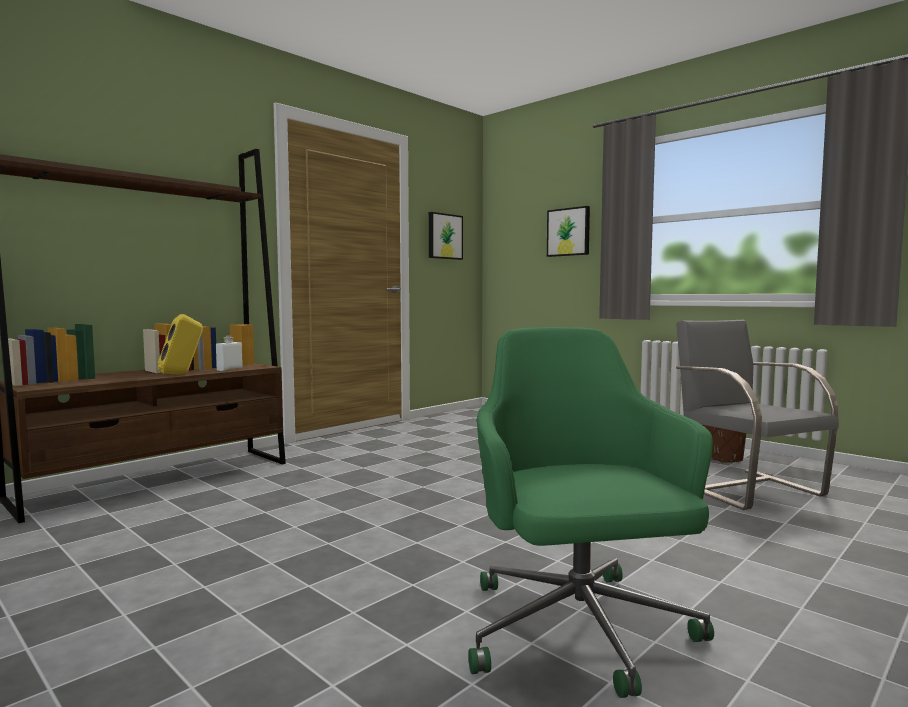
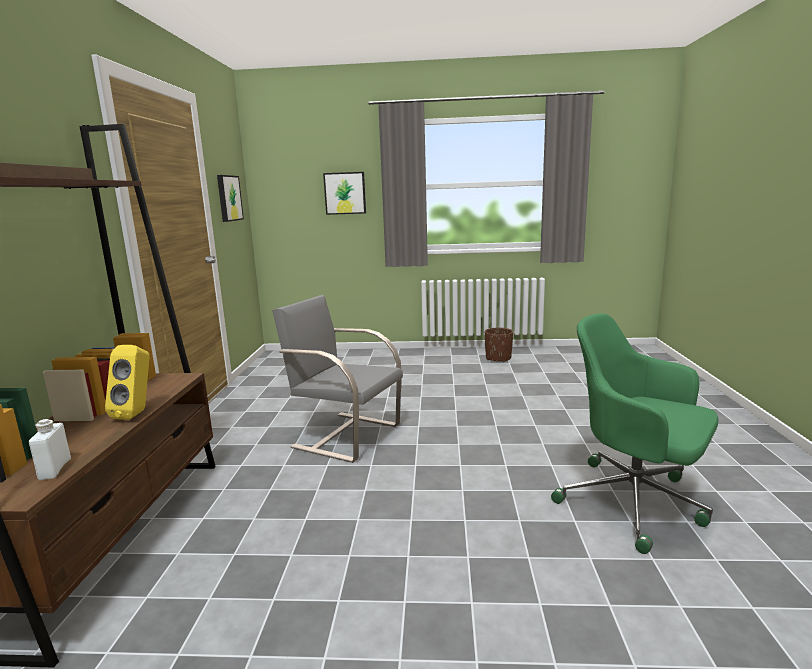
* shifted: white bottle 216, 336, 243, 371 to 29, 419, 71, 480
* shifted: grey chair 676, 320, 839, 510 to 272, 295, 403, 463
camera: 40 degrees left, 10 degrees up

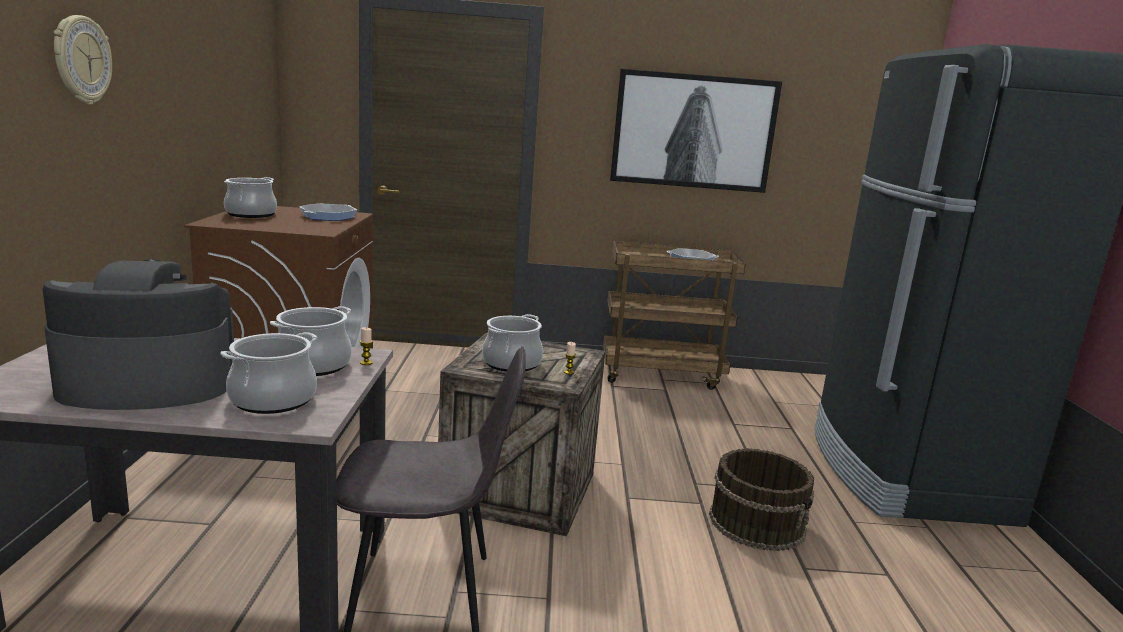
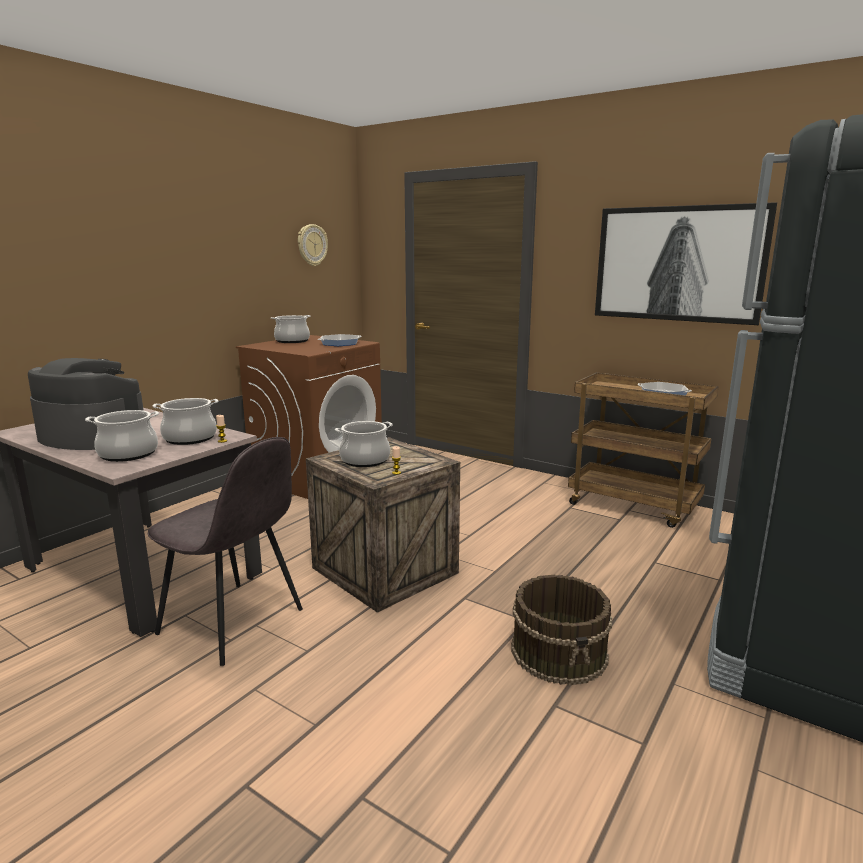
* shifted: wall clock 54, 15, 112, 105 to 298, 224, 328, 266
camera: 35 degrees right, 0 degrees up

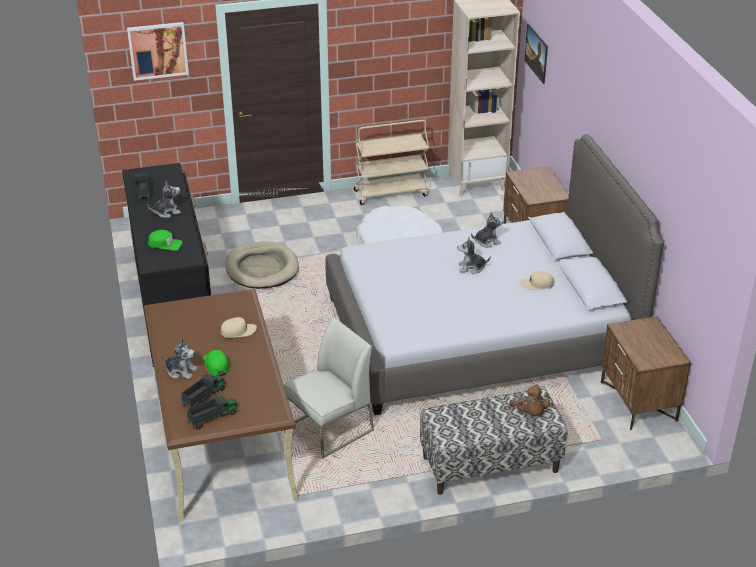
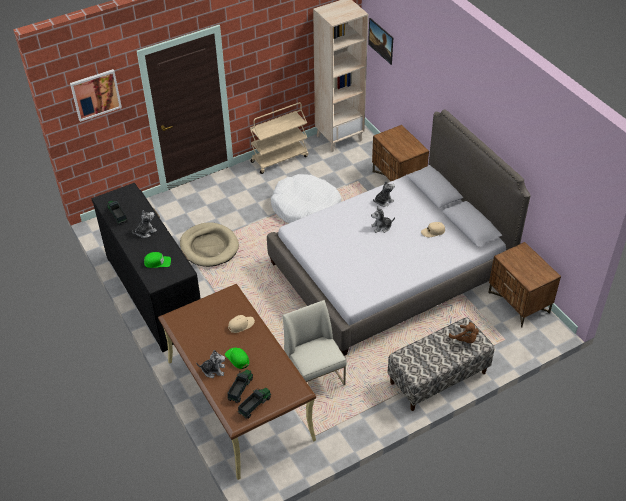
* rotated: white chair 284, 317, 374, 459 = 283, 300, 347, 385 60 degrees counterclockwise
camera: 15 degrees left, 10 degrees up

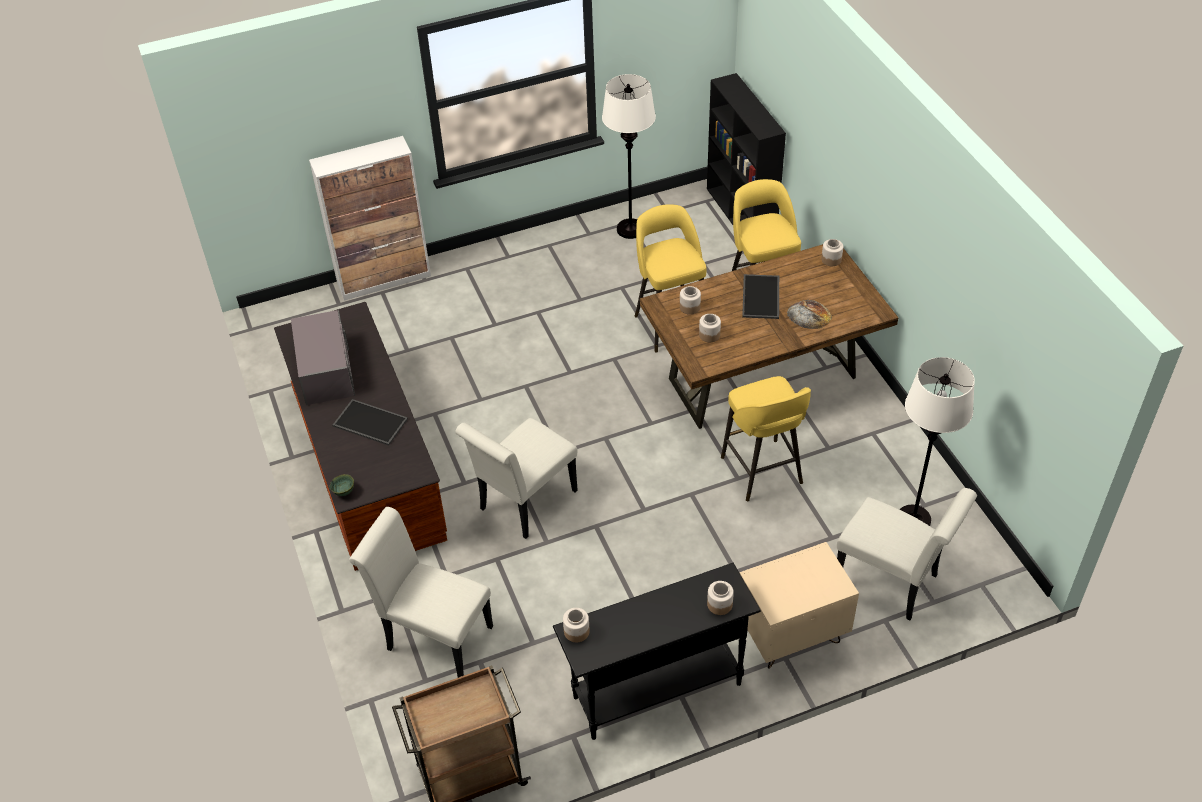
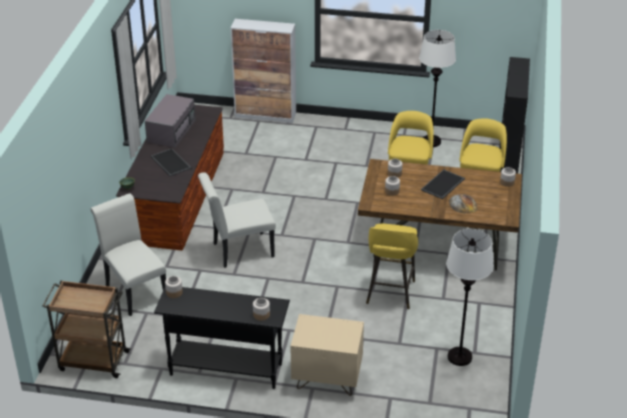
* gone: white chair 837, 488, 977, 620
camera: 30 degrees right, 10 degrees down

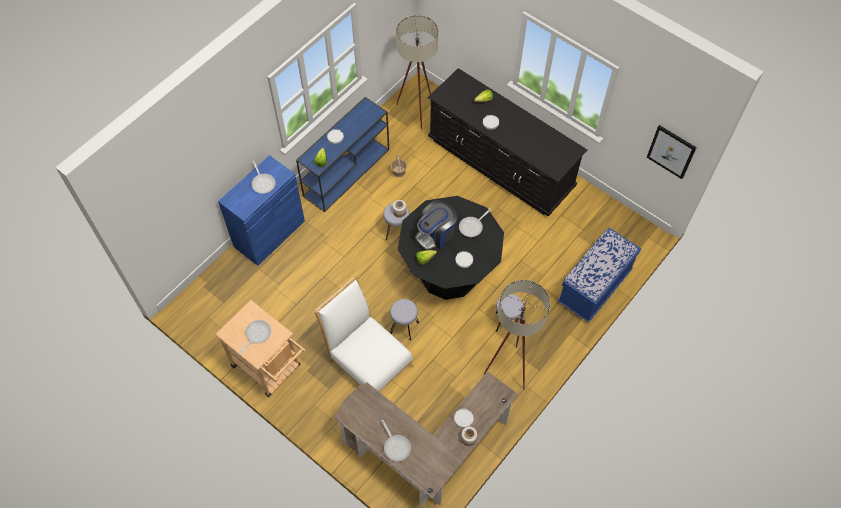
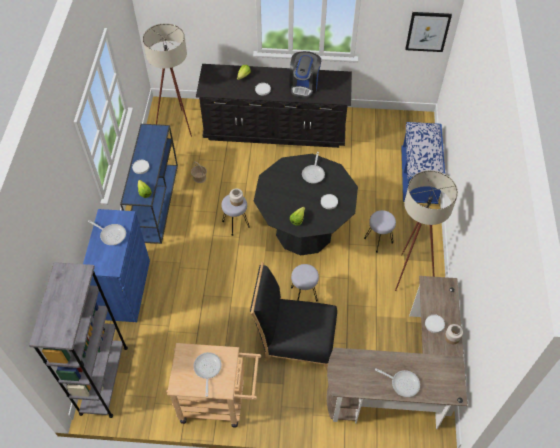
* repainted: white chair 314, 277, 413, 392 to black chair 250, 262, 337, 370
* shifted: coffee machine 415, 200, 457, 250 to 289, 51, 321, 98
* new: grey bookcase 29, 262, 128, 418
camera: 35 degrees left, 5 degrees down

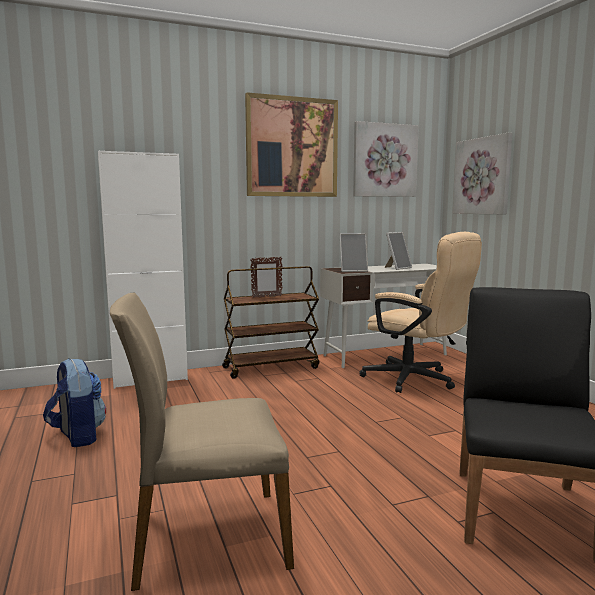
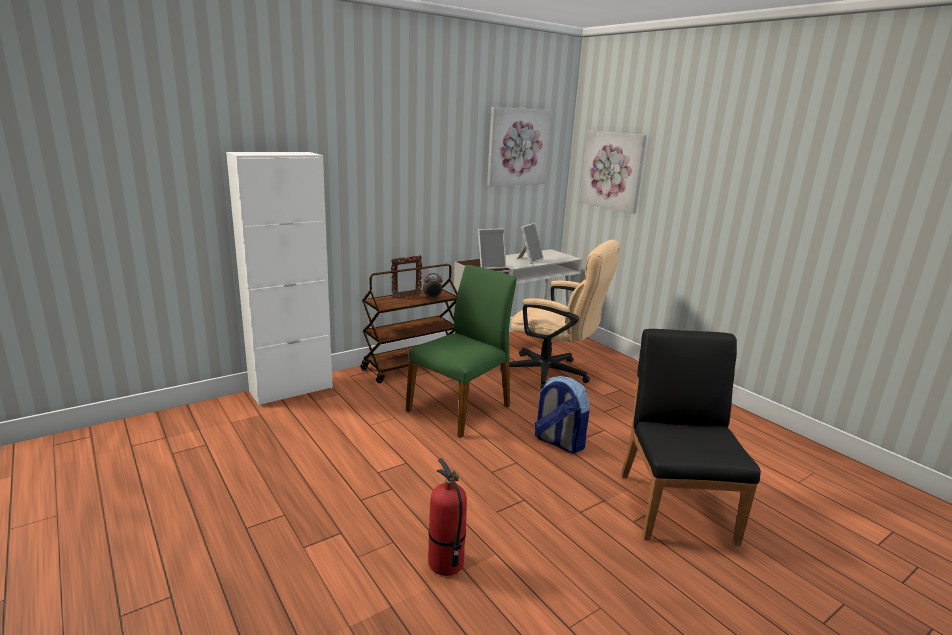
* shifted: backpack 43, 358, 106, 447 to 534, 376, 589, 454
* swapped: beige chair 110, 293, 294, 591 to fire extinguisher 429, 458, 467, 576
* gone: picture 245, 92, 338, 197
* new: green chair 406, 265, 516, 438
* new: alarm clock 423, 273, 442, 300
camera: 15 degrees left, 10 degrees up

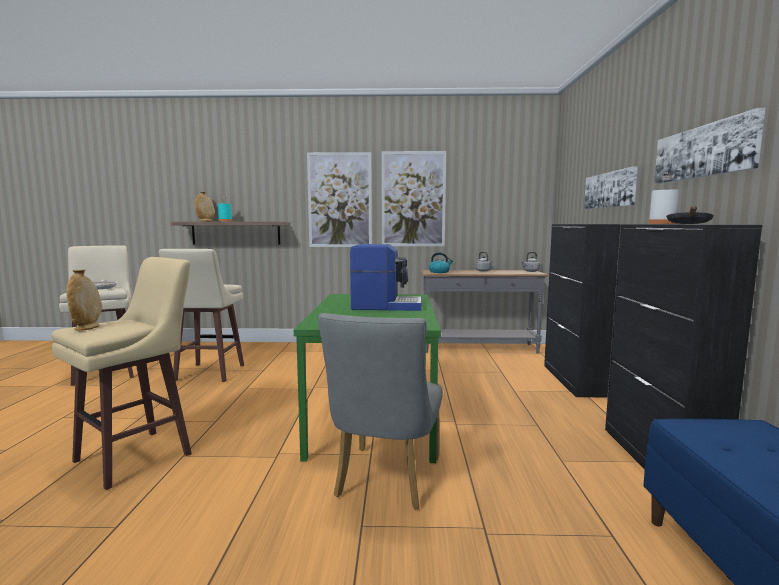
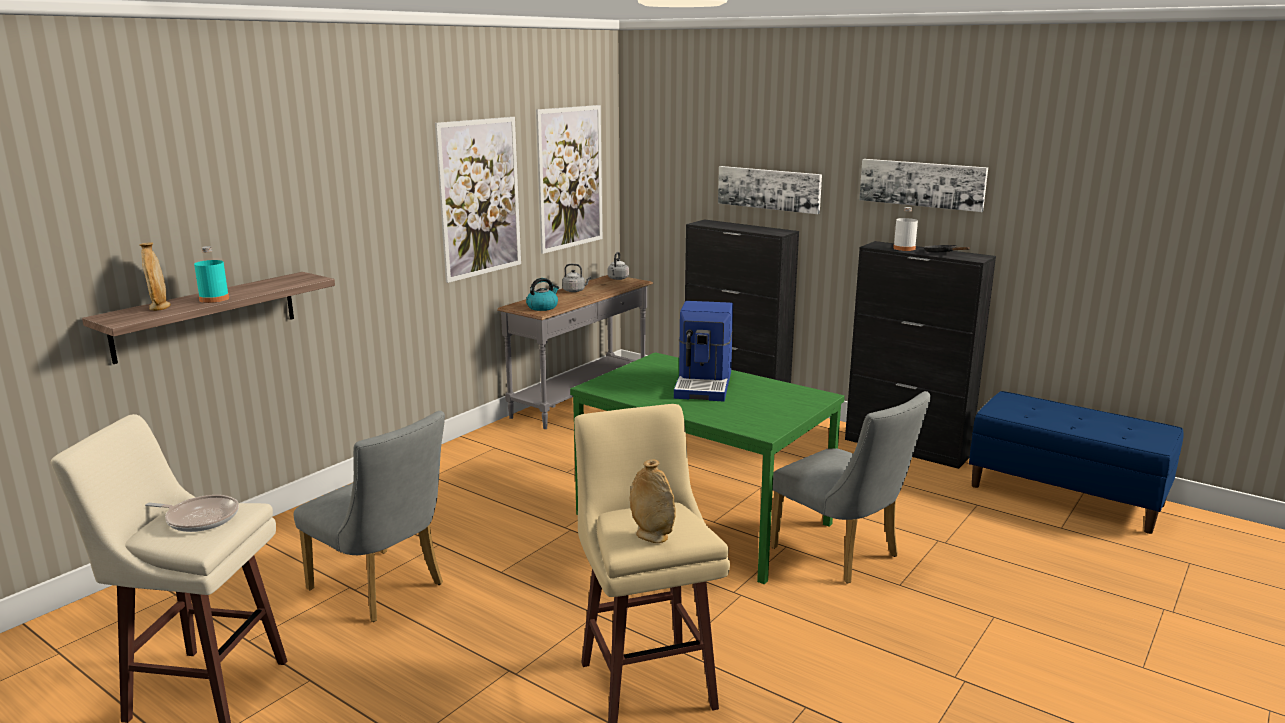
* swapped: beige stool 159, 249, 244, 382 to grey chair 294, 411, 445, 622
* shifted: picture 307, 152, 372, 247 to 536, 105, 602, 254
* rotated: coffee machine 350, 244, 422, 311 = 674, 301, 733, 402 150 degrees clockwise
camera: 55 degrees left, 10 degrees up

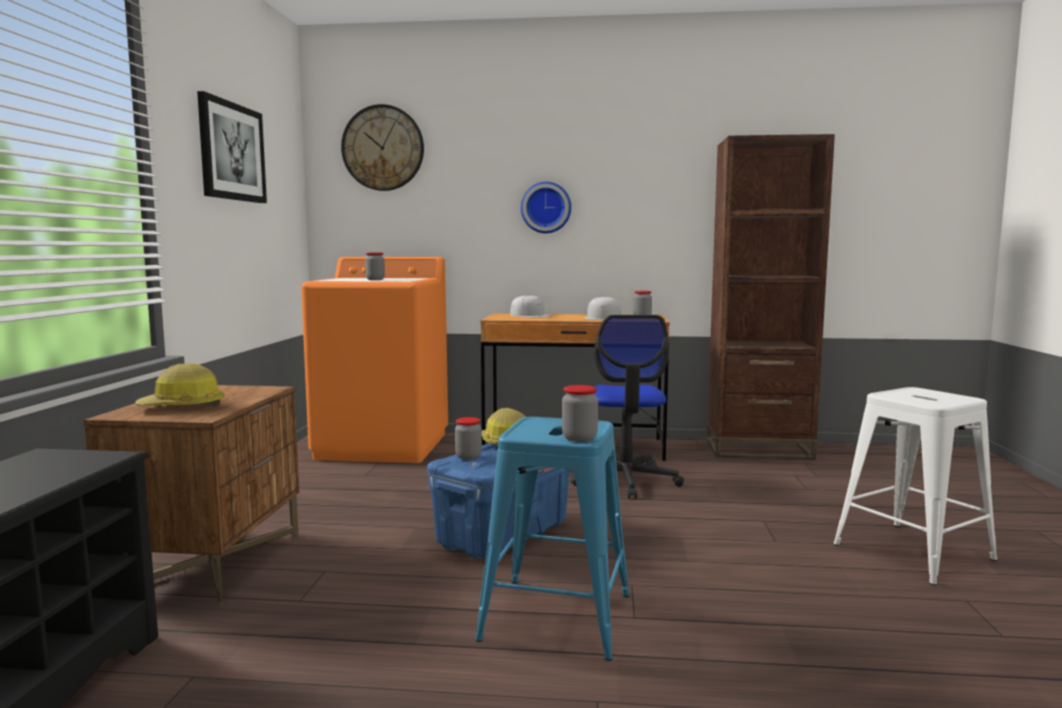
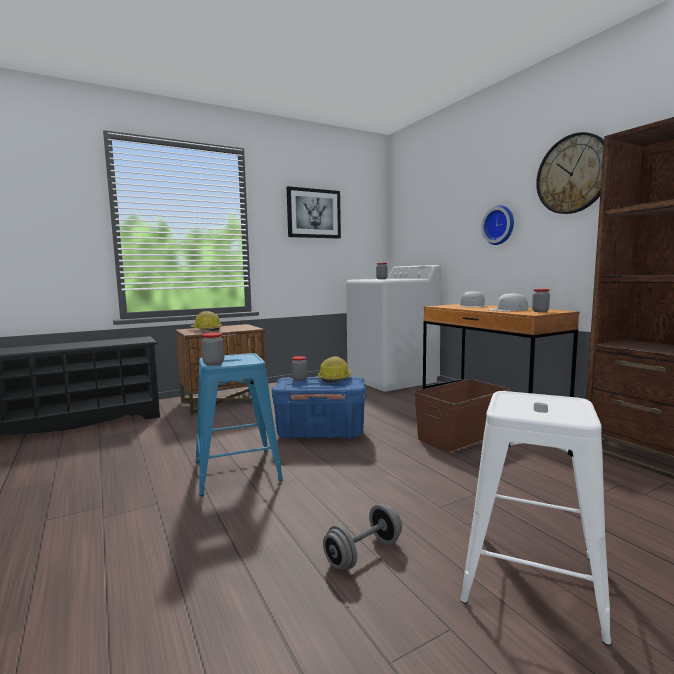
* repainted: orange washing machine 301, 257, 448, 463 to white washing machine 346, 265, 441, 392
* shifted: wall clock 341, 104, 424, 191 to 536, 132, 604, 214
* swapped: office chair 571, 315, 684, 498 to brown storage box 414, 379, 511, 452
* new: grey dumbbell 323, 504, 402, 570
camera: 55 degrees right, 0 degrees up

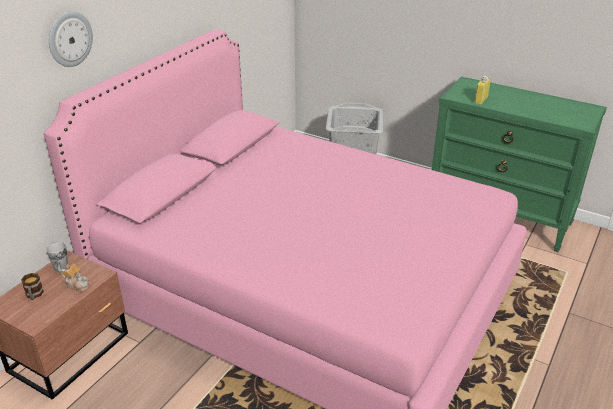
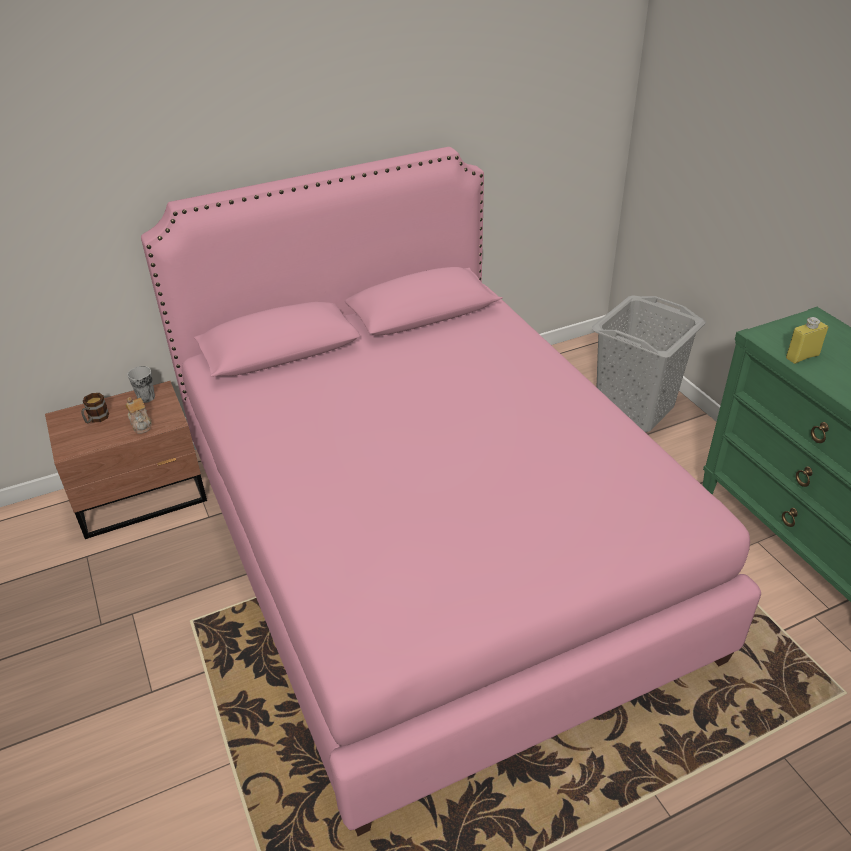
* gone: wall clock 49, 11, 93, 67
camera: 35 degrees right, 5 degrees up

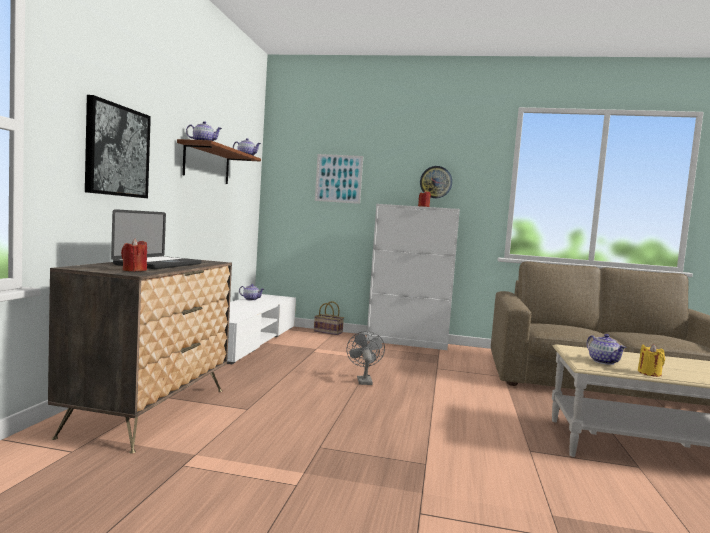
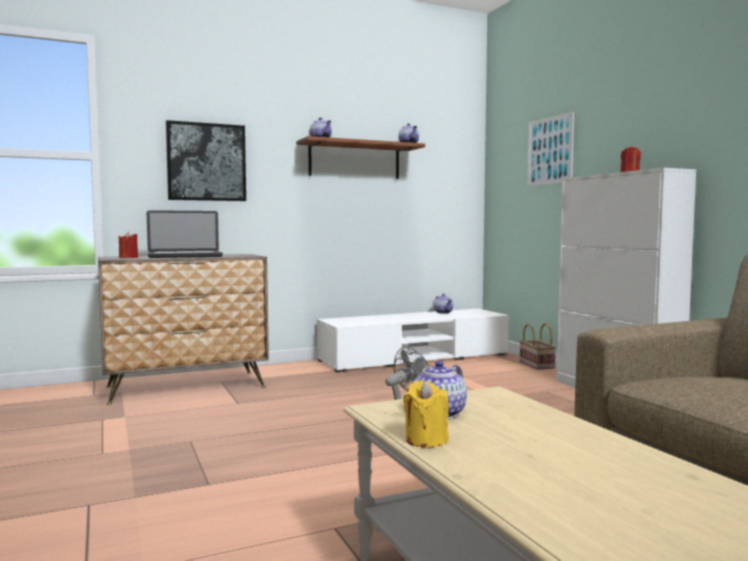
* gone: wall clock 420, 166, 452, 198
camera: 55 degrees right, 0 degrees up

